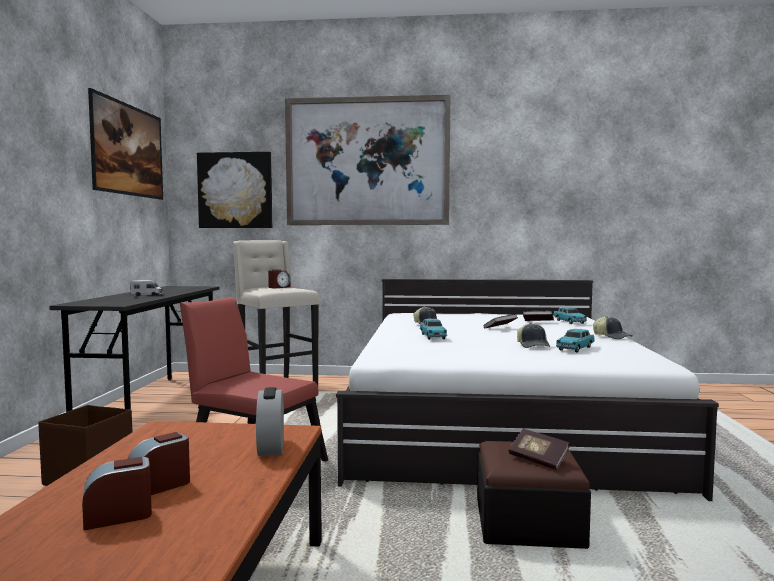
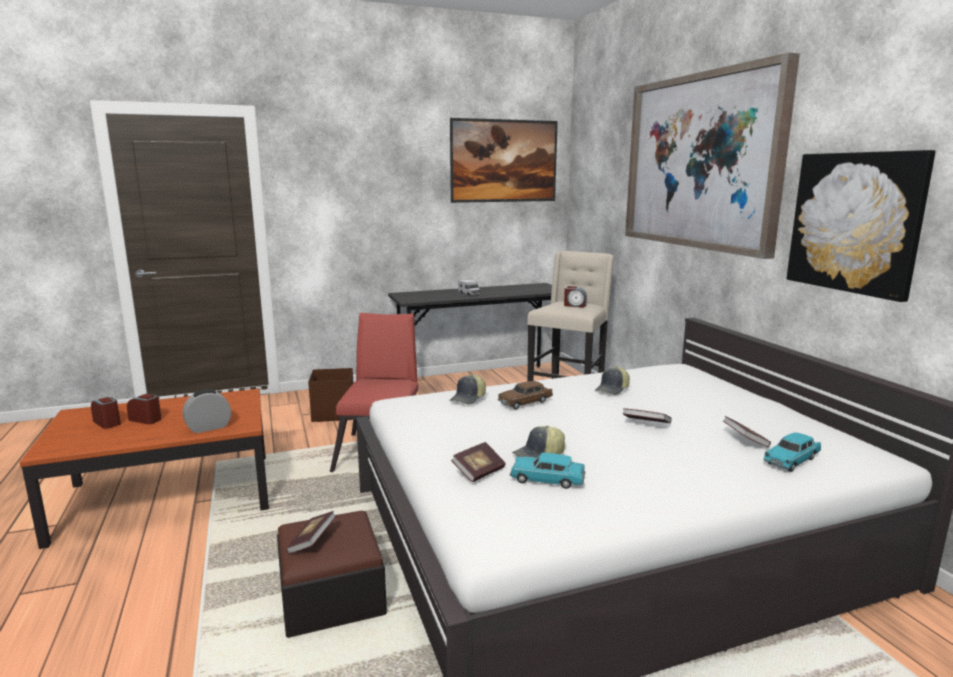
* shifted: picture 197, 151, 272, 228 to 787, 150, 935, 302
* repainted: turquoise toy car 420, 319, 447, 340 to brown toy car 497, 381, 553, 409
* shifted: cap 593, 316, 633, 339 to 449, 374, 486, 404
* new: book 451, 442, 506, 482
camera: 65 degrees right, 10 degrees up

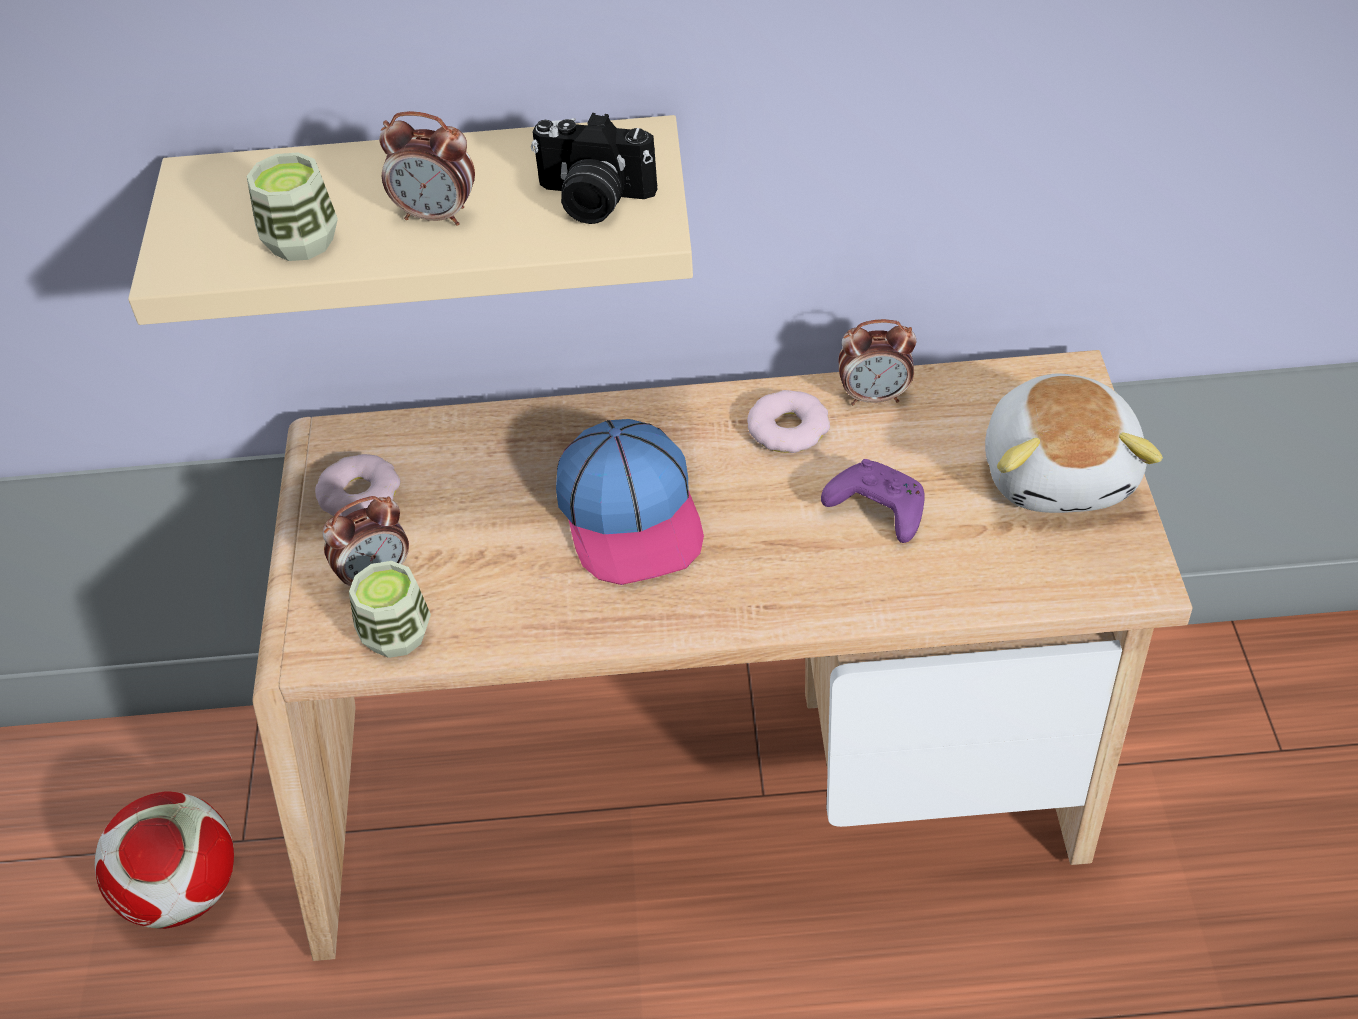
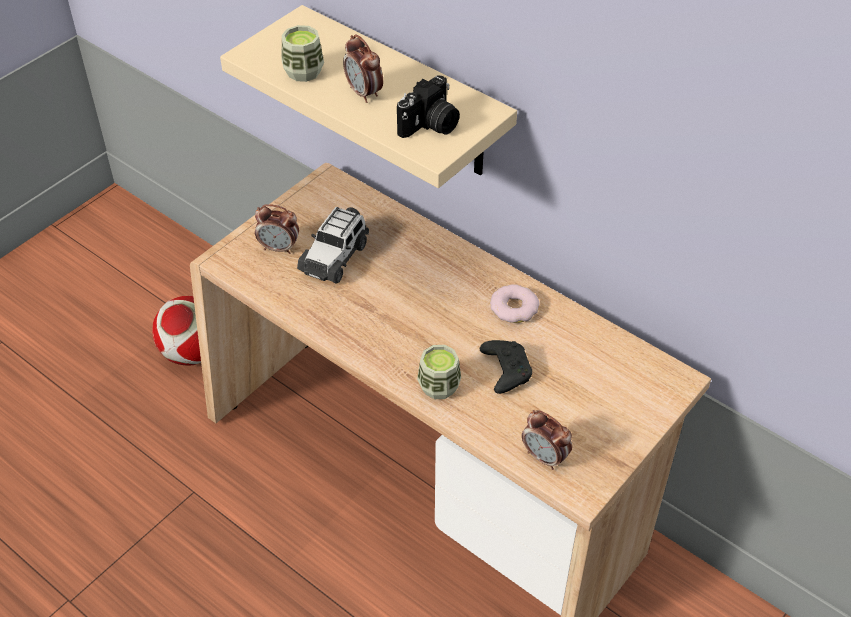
* gone: donut 315, 454, 400, 517
* shifted: cup 349, 561, 431, 658 to 417, 345, 461, 399
* rotated: photo camera 531, 113, 657, 224 = 397, 75, 460, 138 105 degrees counterclockwise
* gone: cap 556, 419, 704, 585
* repainted: purple game controller 821, 459, 925, 543 to black game controller 480, 340, 532, 394
* shifted: alarm clock 838, 319, 916, 405 to 522, 410, 572, 470
* gone: plush toy 985, 374, 1163, 513
* new: toy car 297, 207, 369, 283
camera: 40 degrees right, 0 degrees up

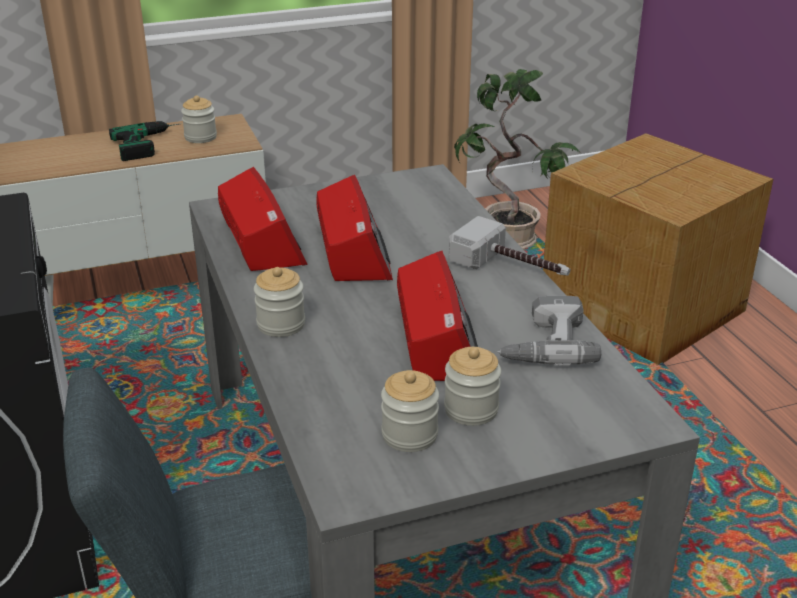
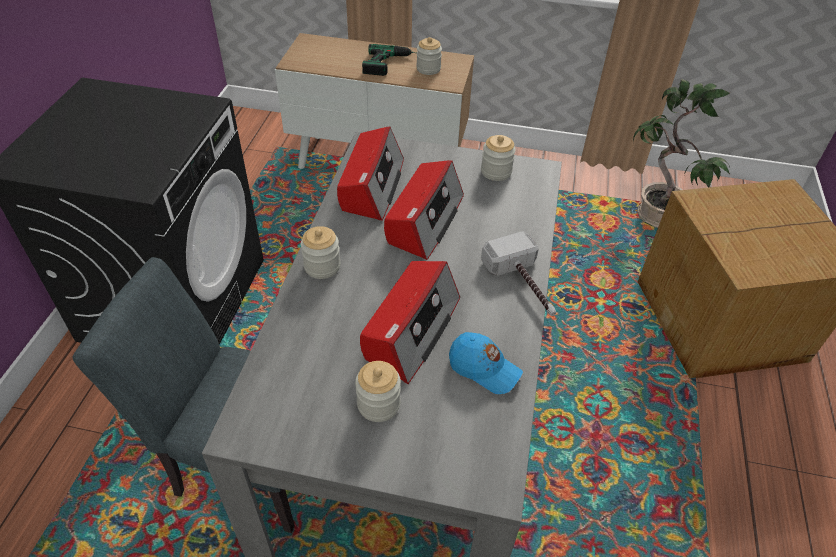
* shifted: jar 381, 370, 439, 452 to 481, 135, 516, 181
* swapped: power drill 497, 296, 601, 365 to blue cap 449, 332, 523, 394
camera: 30 degrees right, 15 degrees up

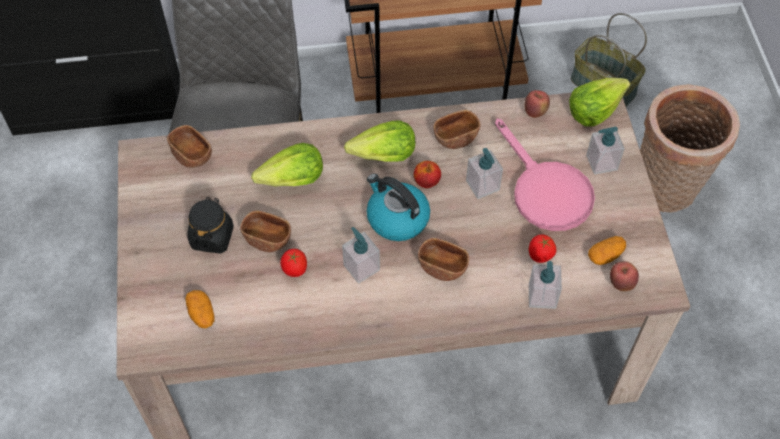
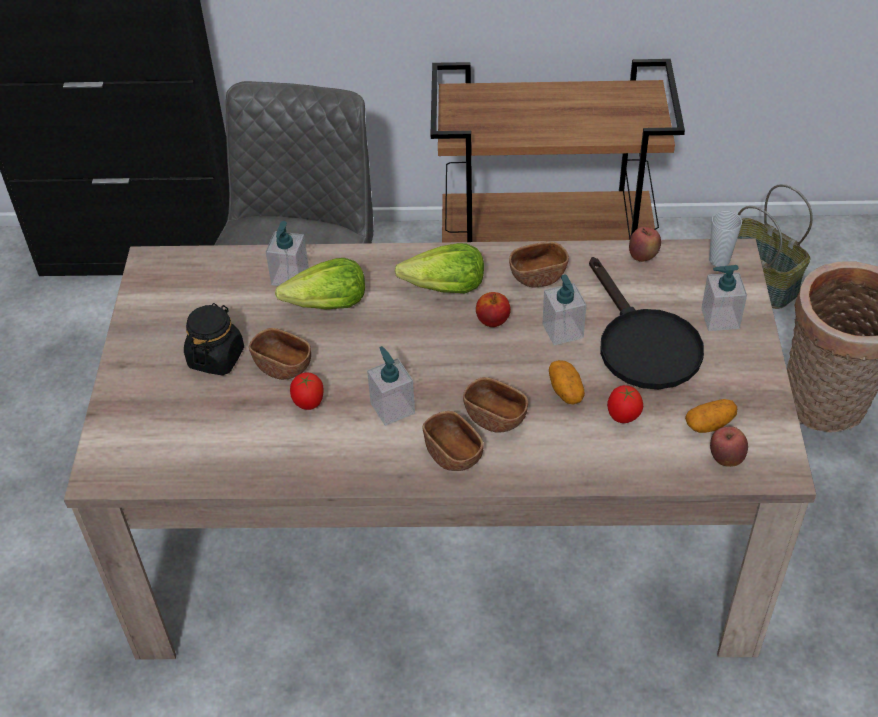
* shifted: brown bowl 167, 125, 212, 168 to 423, 411, 484, 471
* shifted: potato 185, 290, 215, 328 to 549, 360, 585, 404
* gone: kettle 366, 174, 430, 241
* repainted: pink frying pan 495, 118, 595, 231 to black frying pan 589, 257, 704, 389
* shifted: soap dispenser 529, 261, 562, 309 to 266, 221, 309, 286
* swapped: lettuce 569, 78, 630, 127 to cup 709, 210, 742, 267
camera: 10 degrees right, 10 degrees down

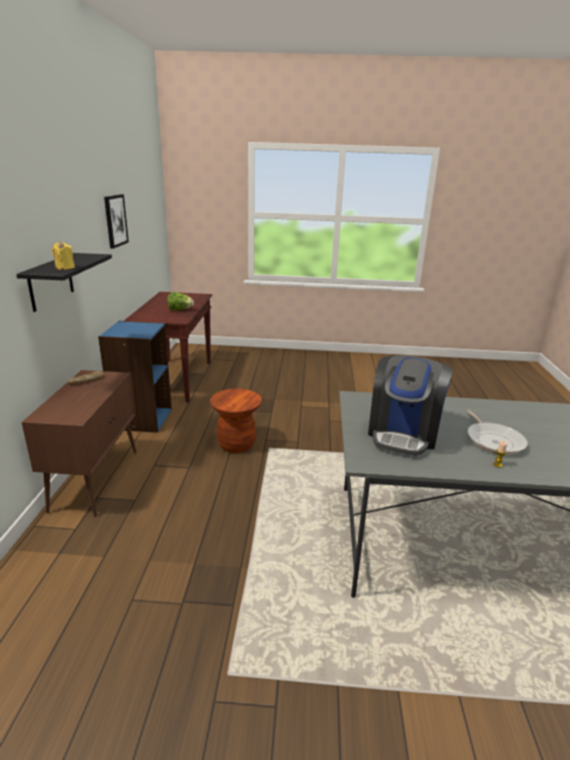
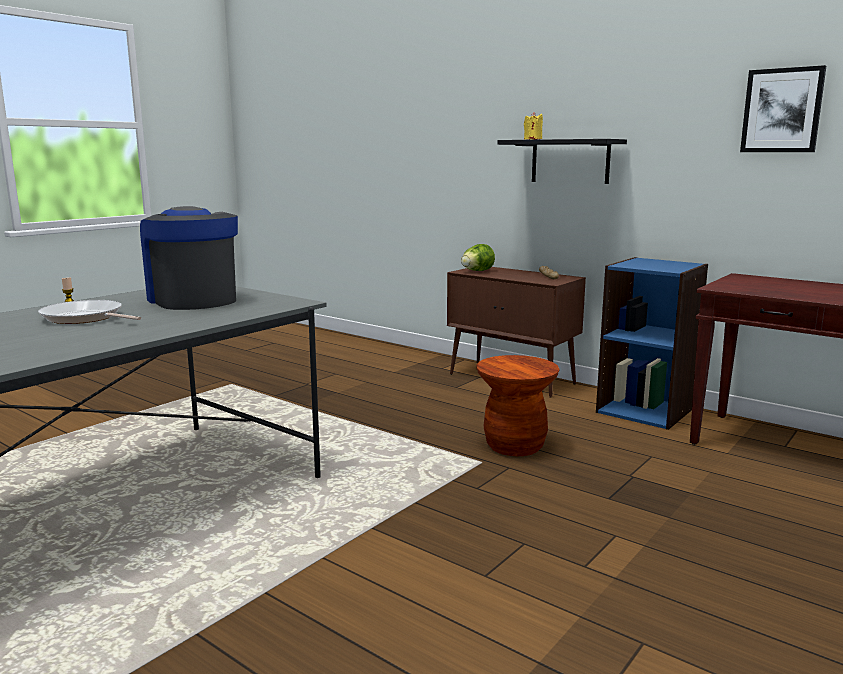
* shifted: lettuce 168, 292, 194, 311 to 461, 244, 495, 271
camera: 125 degrees right, 10 degrees down

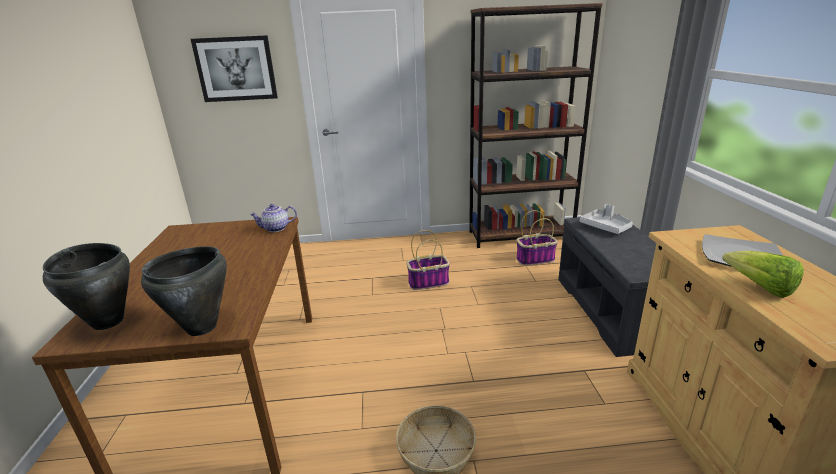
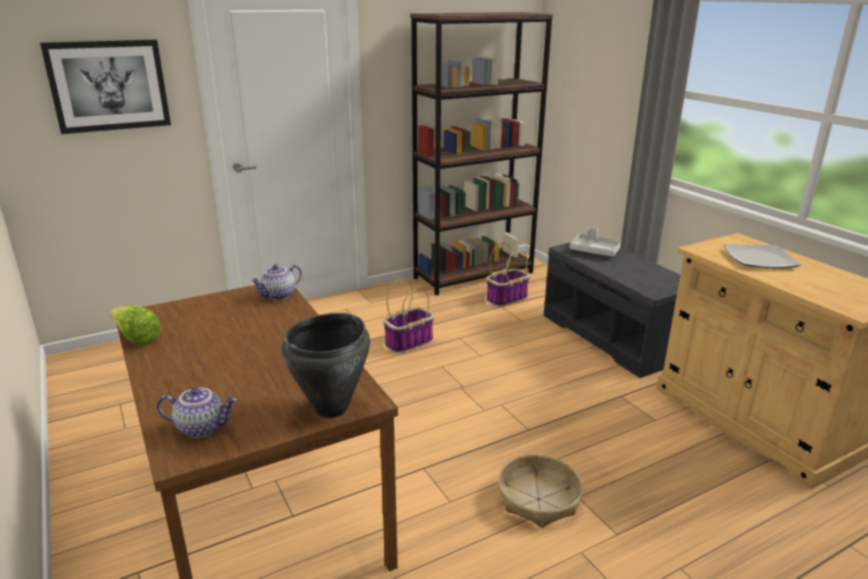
* swapped: black cooking pot 43, 243, 130, 330 to teapot 157, 387, 237, 438
* shifted: lettuce 722, 251, 804, 298 to 109, 306, 161, 346
camera: 25 degrees left, 0 degrees up

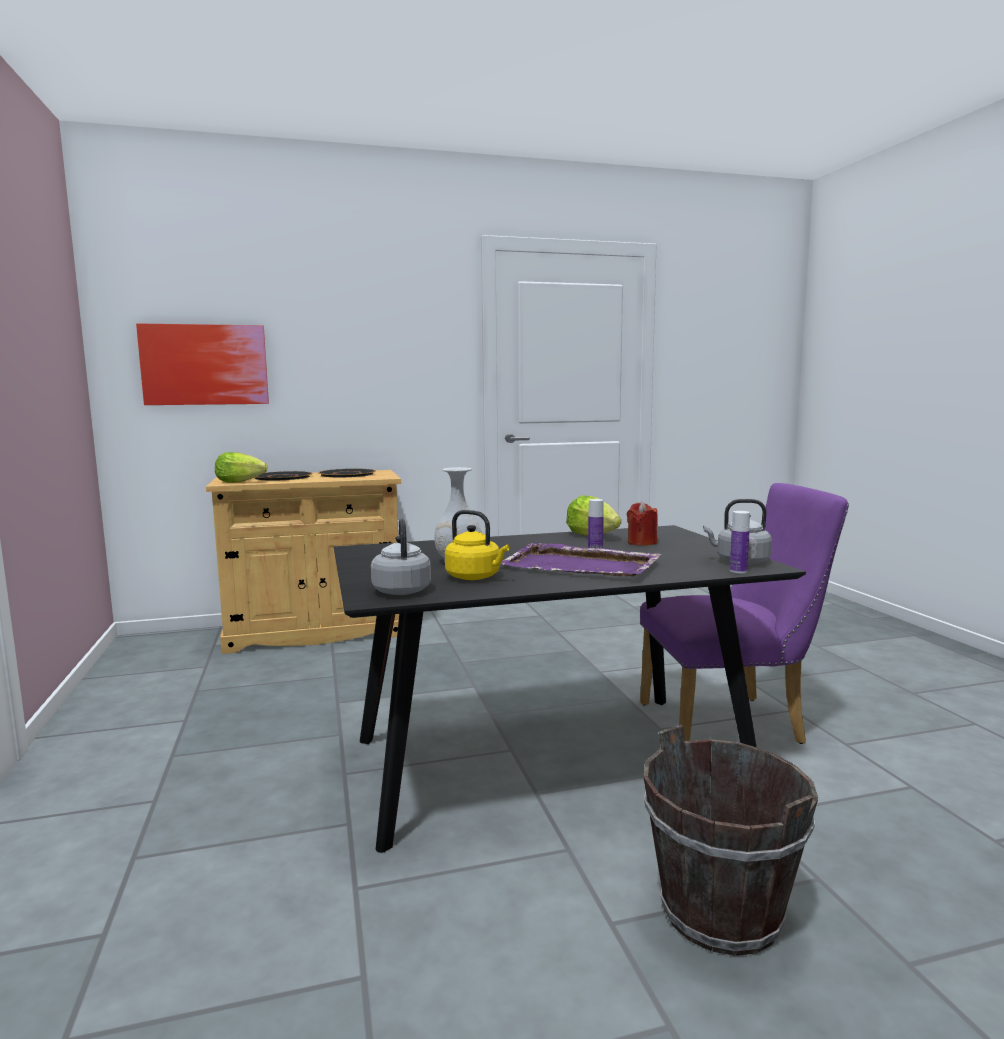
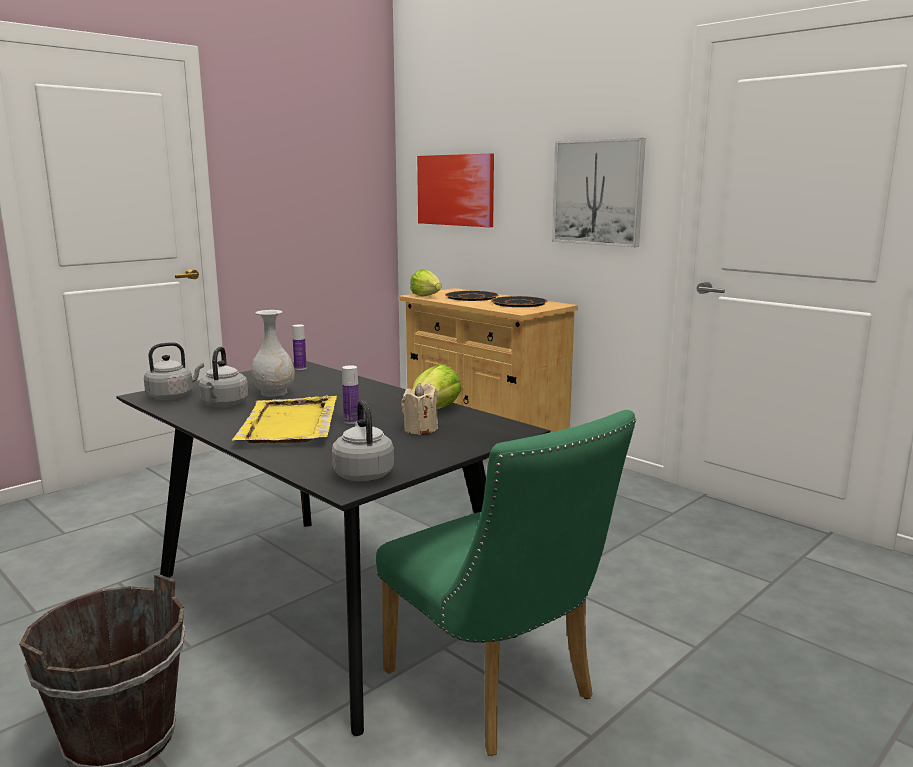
* repainted: yellow kettle 445, 510, 509, 580 to grey kettle 199, 347, 248, 407
* repainted: purple tray 501, 543, 661, 576 to yellow tray 232, 395, 337, 443
* repainted: red candle 627, 502, 658, 546 to beige candle 401, 383, 438, 435
* repainted: purple chair 640, 483, 849, 744 to green chair 376, 410, 636, 756
* shifted: bottle 730, 511, 750, 573 to 292, 324, 307, 370
* new: picture 552, 138, 646, 247
camera: 60 degrees right, 5 degrees up

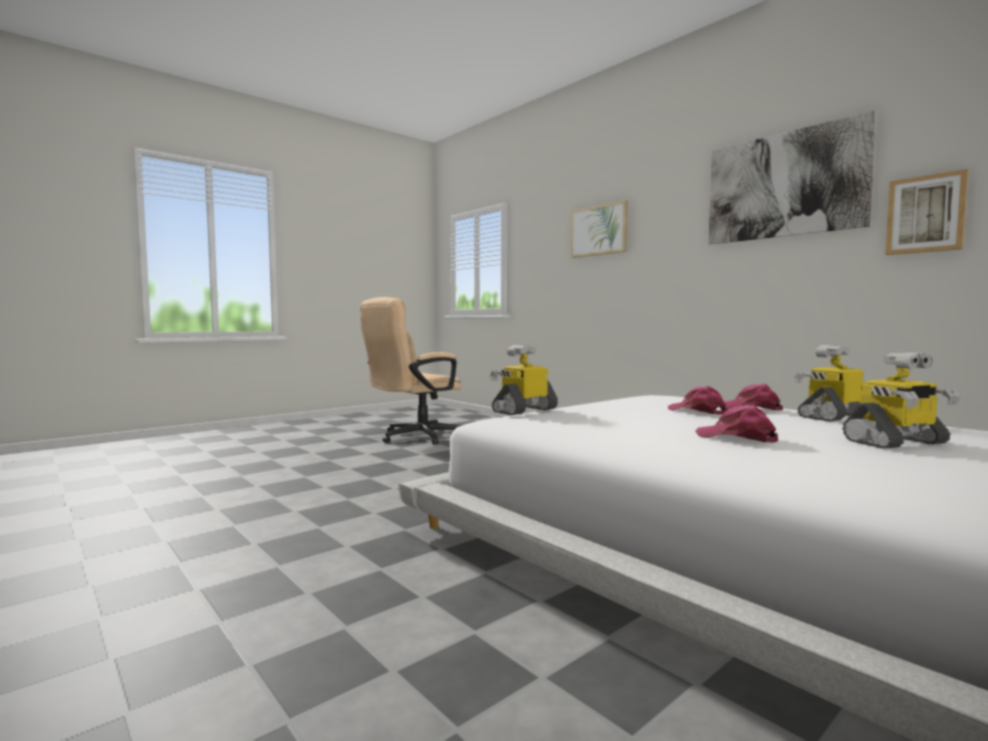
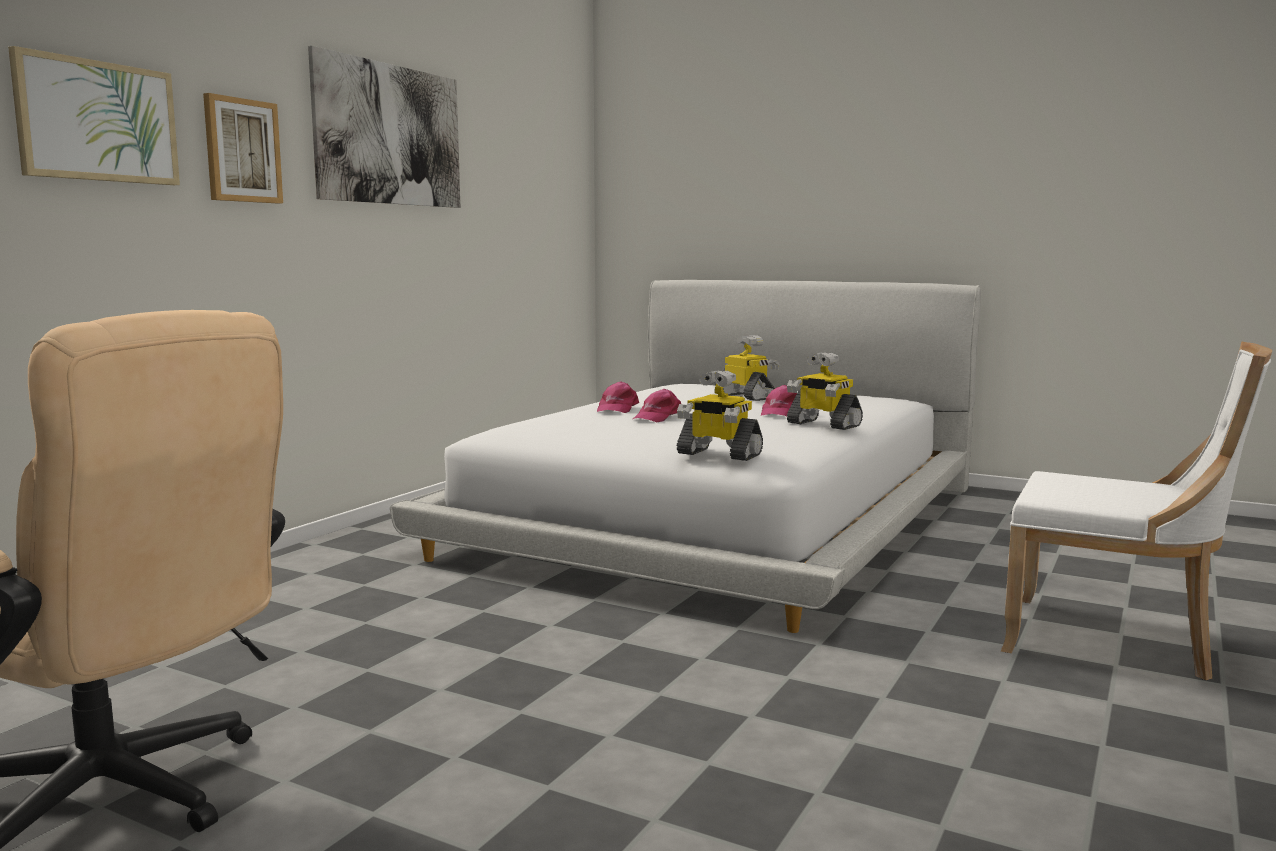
* shifted: toy robot 794, 345, 865, 421 to 787, 352, 863, 430
* shifted: picture 885, 169, 969, 255 to 203, 93, 283, 203
* new: white chair 1001, 342, 1272, 680
camera: 110 degrees left, 5 degrees up

